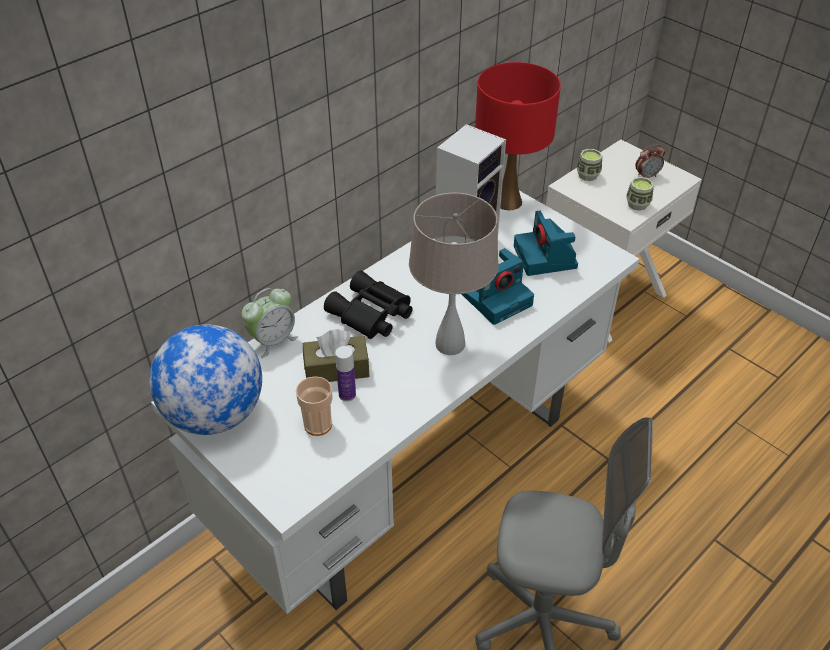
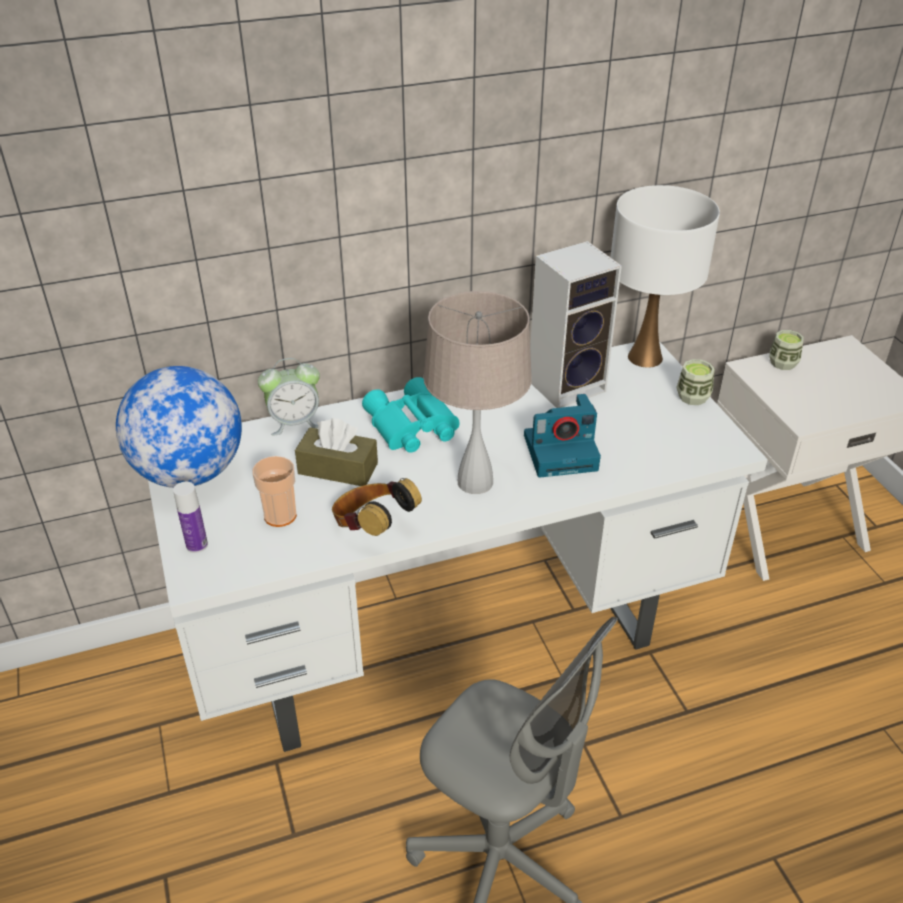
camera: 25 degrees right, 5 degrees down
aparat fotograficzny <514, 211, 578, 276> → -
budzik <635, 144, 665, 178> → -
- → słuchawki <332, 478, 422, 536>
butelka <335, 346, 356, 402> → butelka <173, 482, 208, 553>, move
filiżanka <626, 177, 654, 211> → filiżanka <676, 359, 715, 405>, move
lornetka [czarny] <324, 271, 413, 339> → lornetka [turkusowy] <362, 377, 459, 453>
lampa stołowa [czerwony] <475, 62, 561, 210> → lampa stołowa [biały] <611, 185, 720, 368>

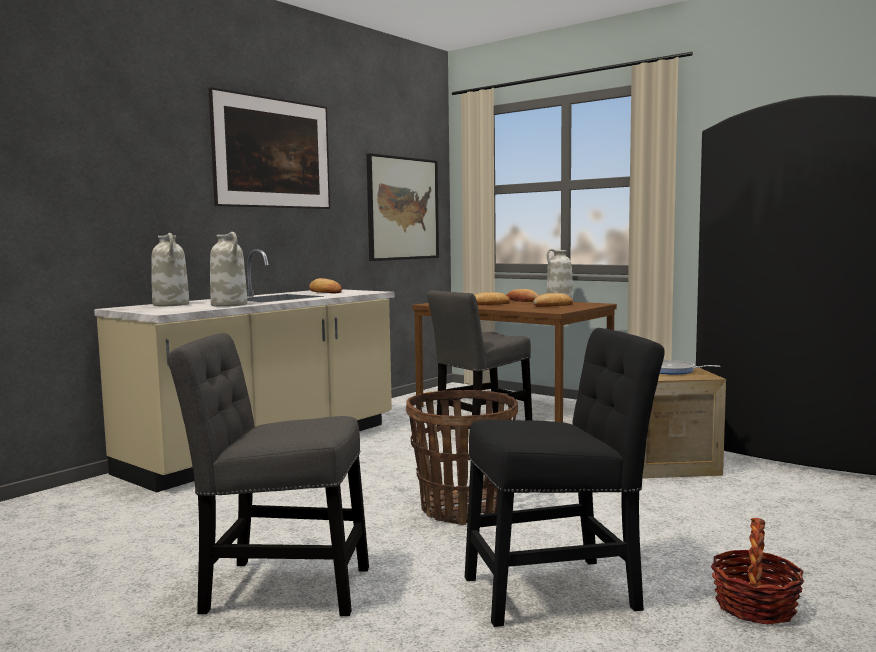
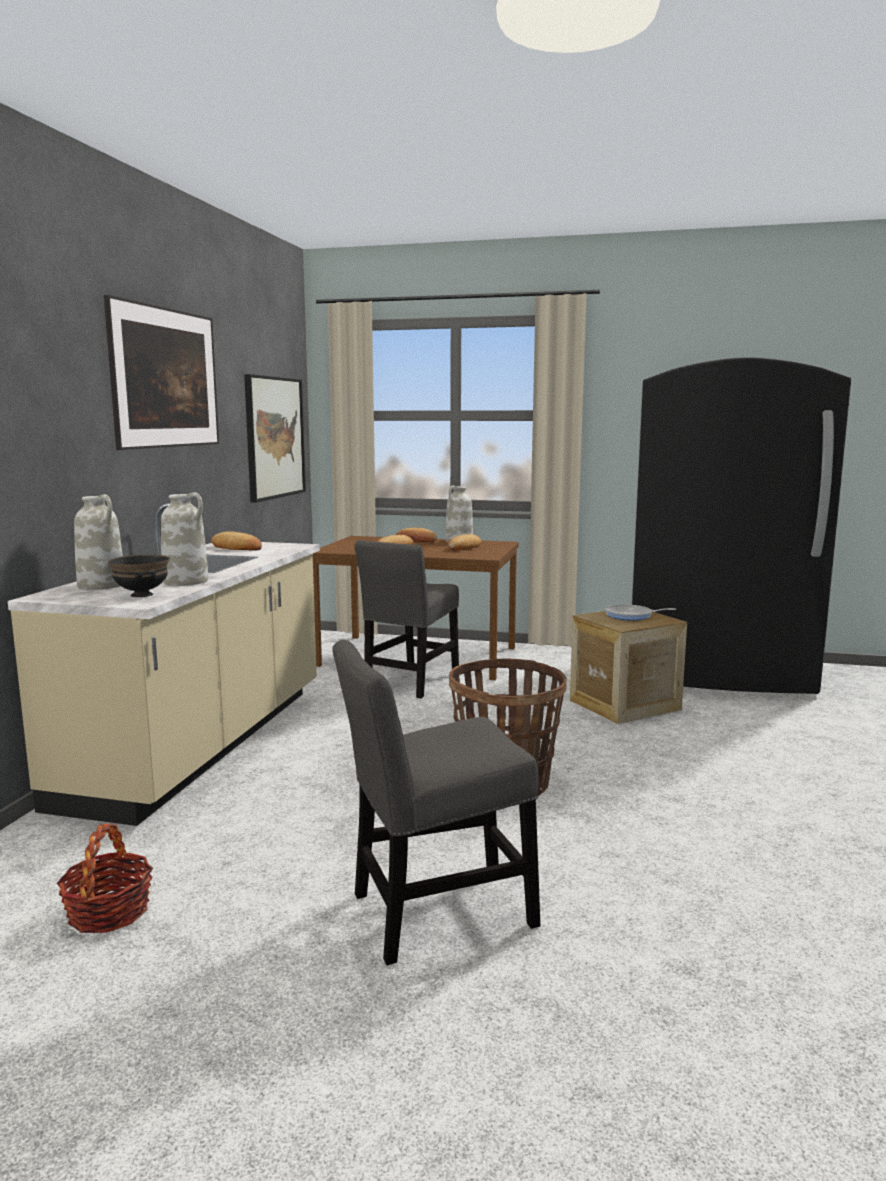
camera: 25 degrees left, 5 degrees up
krzesło [czarny] <465, 328, 665, 627> → -
- → miska [czarny] <108, 555, 170, 597>
koszyk <711, 518, 804, 625> → koszyk <57, 823, 153, 933>, move

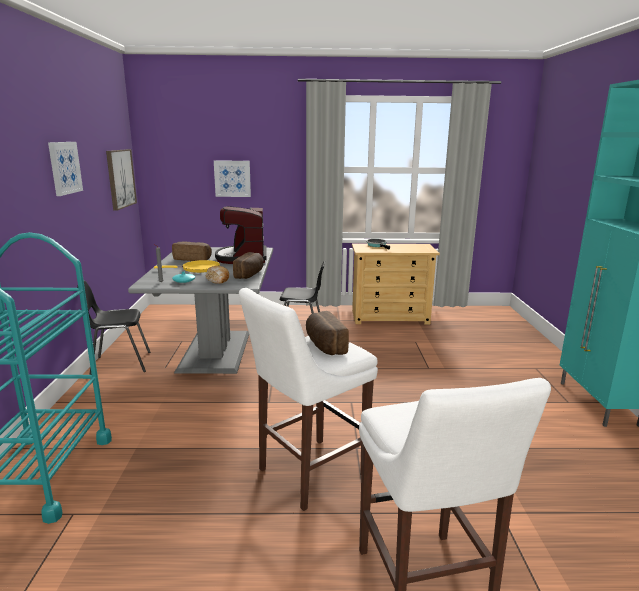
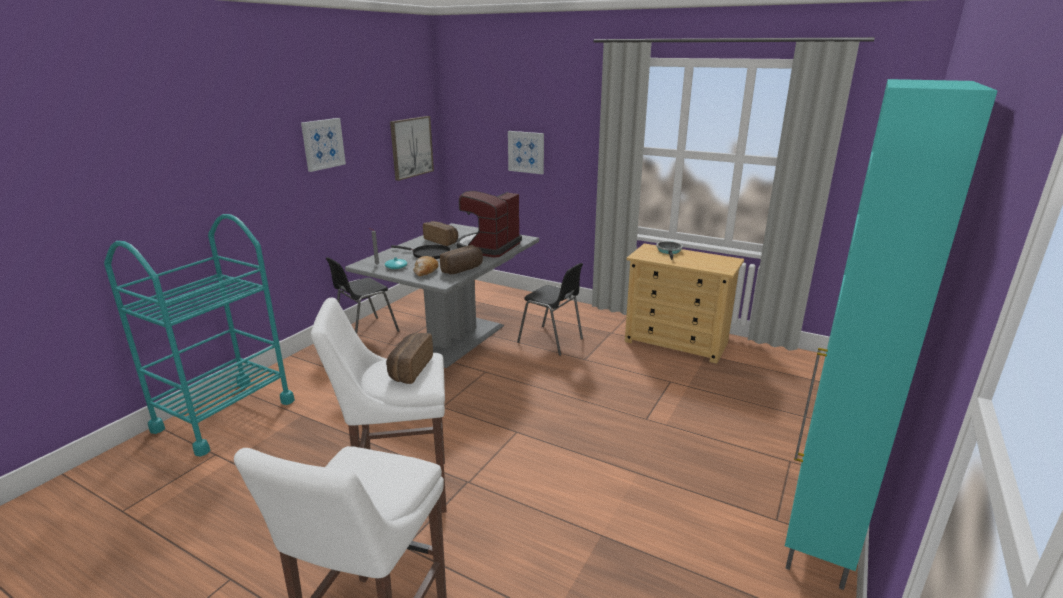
camera: 30 degrees right, 5 degrees up
patelnia [żółty] <154, 260, 220, 273> → patelnia [czarny] <391, 245, 451, 259>
krzesło [czarny] <77, 280, 150, 375> → krzesło [czarny] <326, 257, 399, 333>, 60 degrees counterclockwise

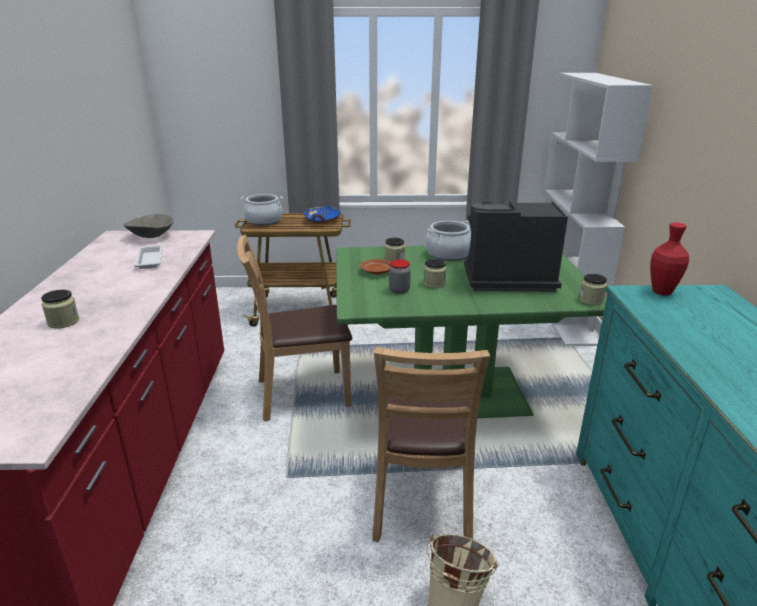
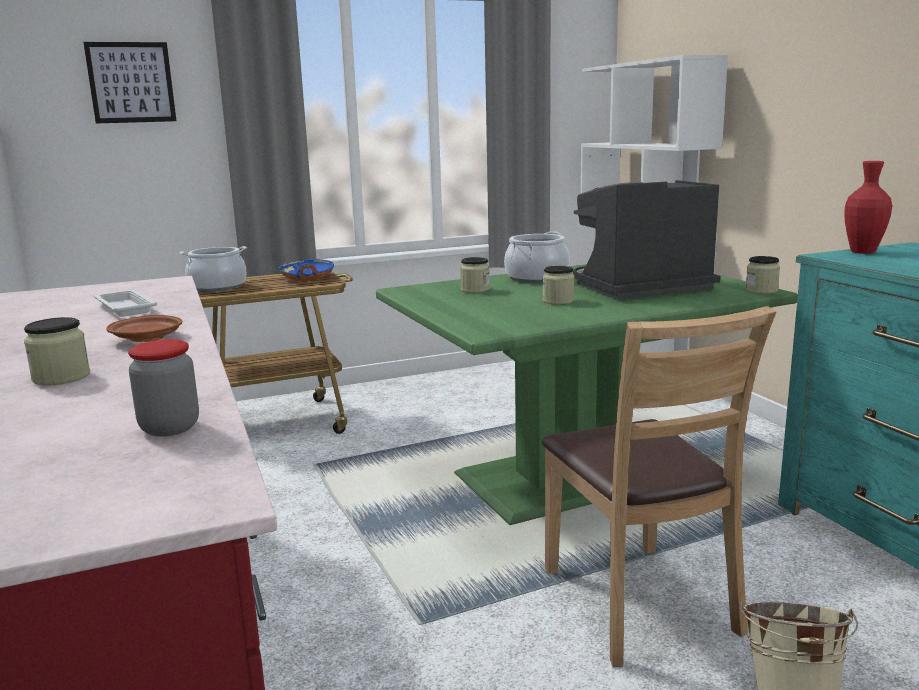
camera: 20 degrees left, 10 degrees down
miska [szary] <123, 214, 174, 238> → -
krzesło [brązowy] <237, 234, 352, 422> → -
- → obraz <83, 42, 176, 123>
talerz [brązowy] <360, 259, 391, 274> → talerz [brązowy] <106, 315, 182, 342>, move
słoik <389, 259, 411, 294> → słoik <128, 339, 199, 437>, move

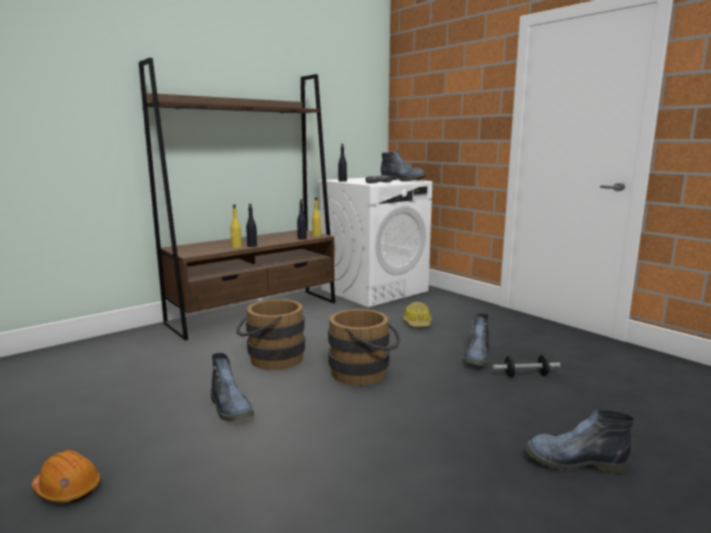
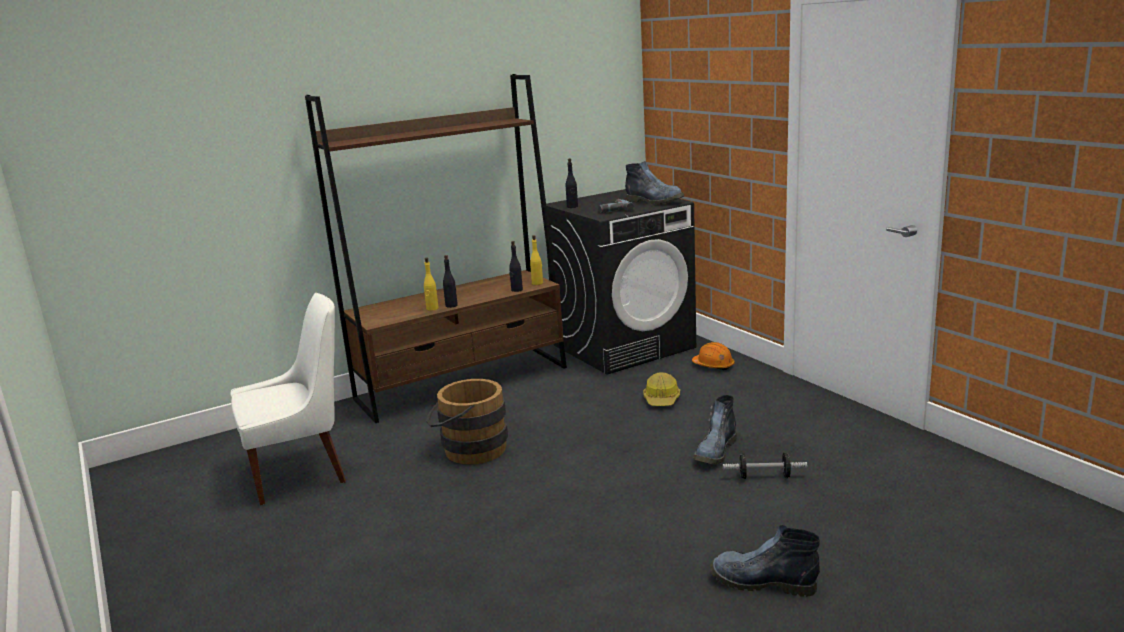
camera: 10 degrees right, 5 degrees up
but z cholewką <211, 353, 254, 421> → -
wiadro [brązowy] <328, 309, 401, 386> → -
- → krzesło [biały] <230, 293, 346, 505>
kask [pomarańczowy] <32, 450, 101, 502> → kask [pomarańczowy] <692, 342, 735, 370>, move
pralka [biały] <318, 178, 432, 307> → pralka [czarny] <546, 189, 696, 375>

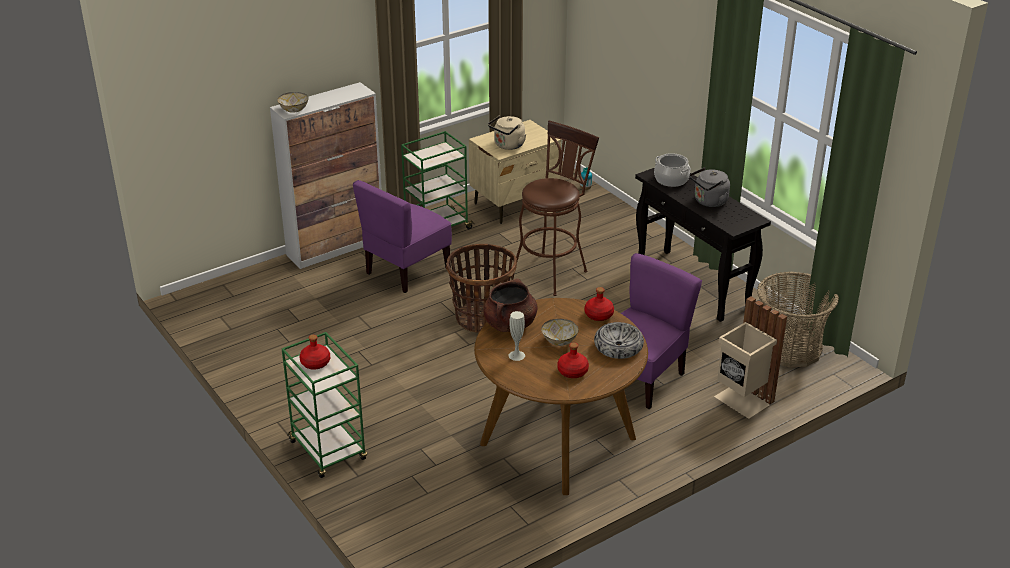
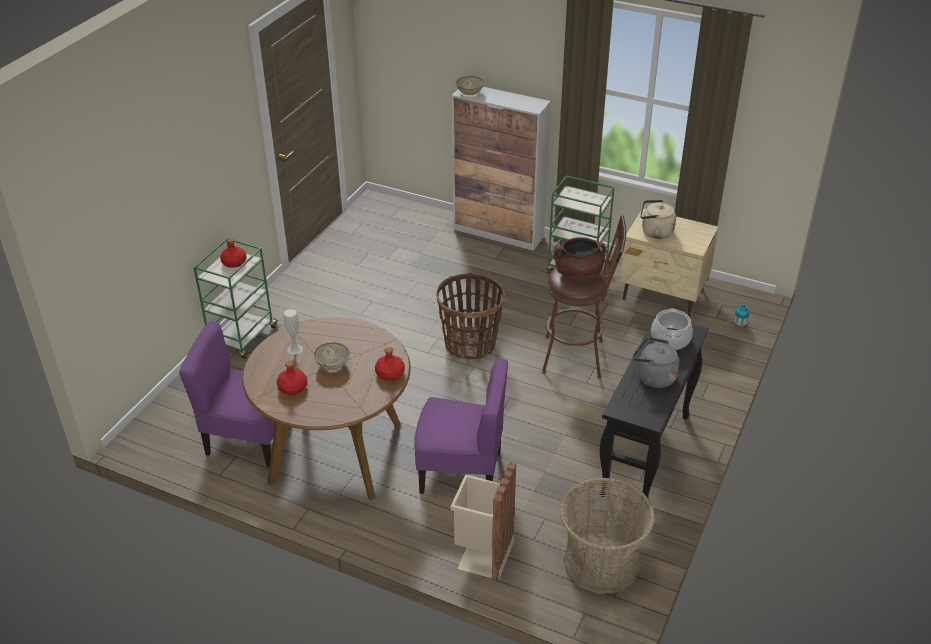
camera: 60 degrees right, 5 degrees up
miska <594, 322, 644, 359> → -
krzesło [fioletowy] <353, 180, 452, 293> → krzesło [fioletowy] <179, 321, 274, 467>, move
garnek [brązowy] <484, 278, 538, 332> → garnek [brązowy] <554, 237, 606, 281>, move

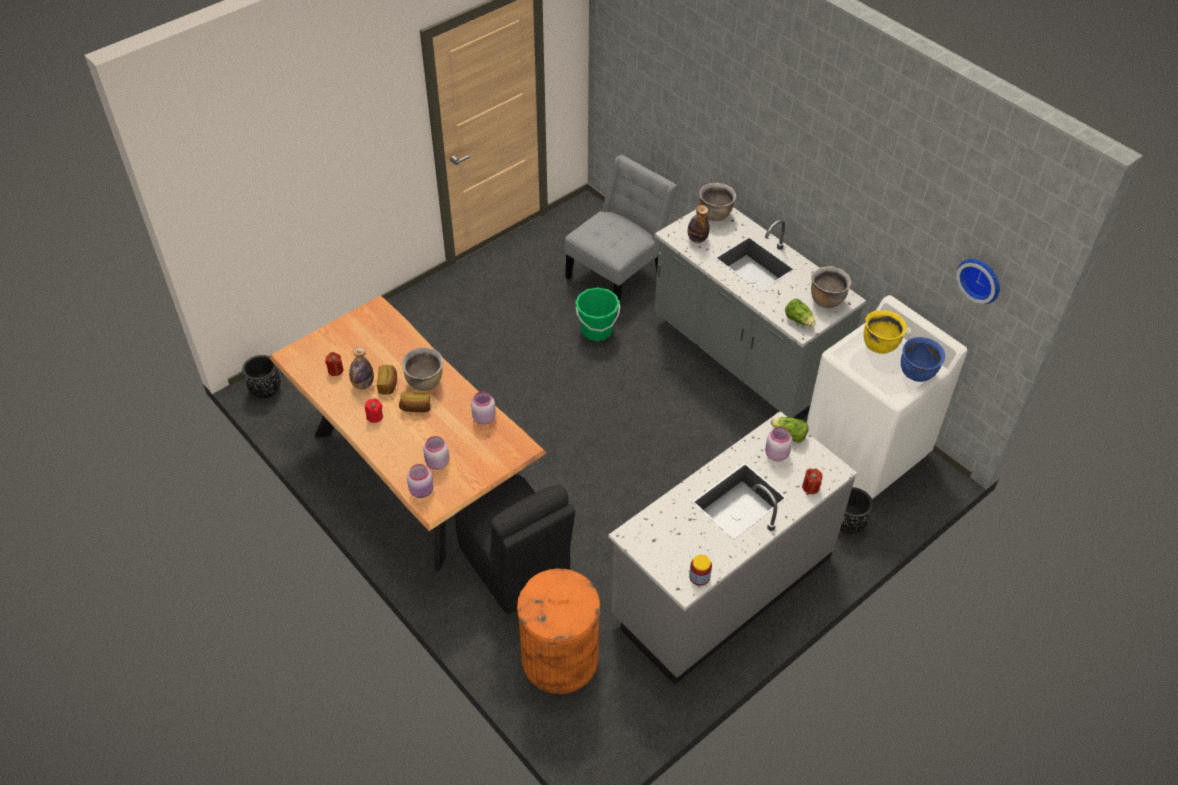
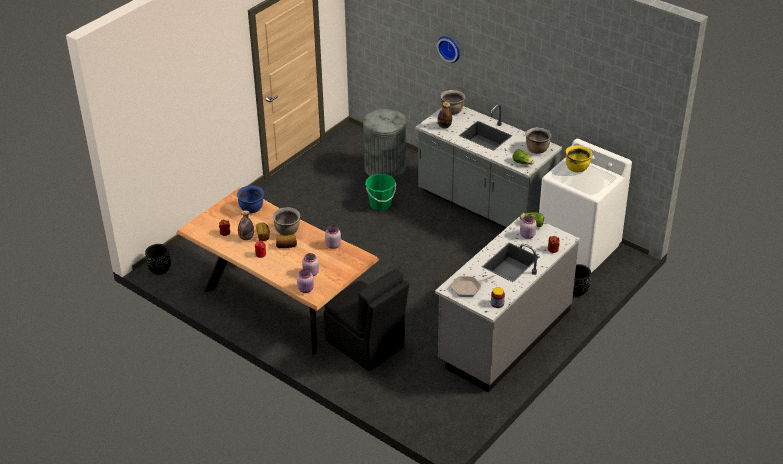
camera: 10 degrees left, 10 degrees down
kosz na śmieci [pomarańczowy] <517, 569, 600, 694> → -
- → patelnia <451, 275, 494, 297>
garnek [niebieski] <901, 337, 945, 382> → garnek [niebieski] <237, 186, 264, 213>, move
zegar ścienny <956, 259, 1000, 304> → zegar ścienny <437, 36, 460, 63>, move
krzesło [szary] <564, 155, 677, 302> → kosz na śmieci [szary] <363, 109, 406, 179>

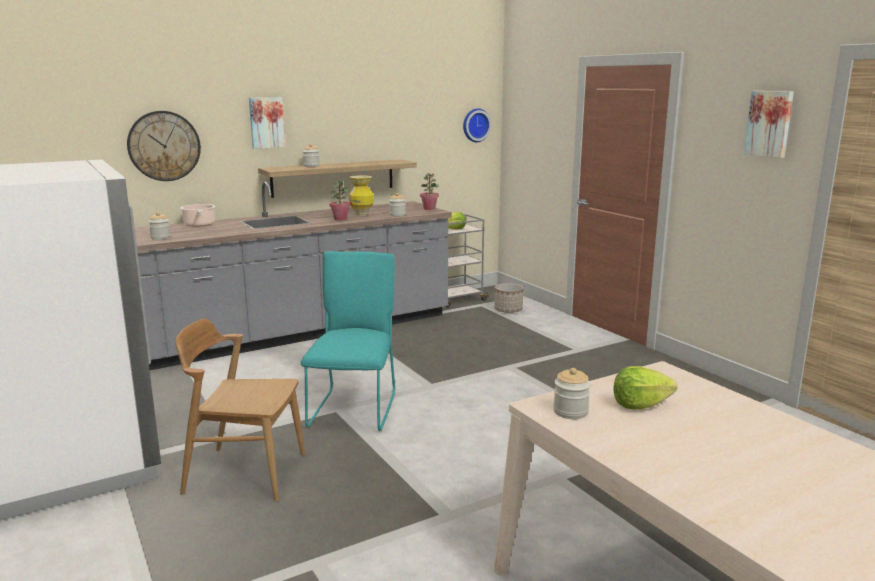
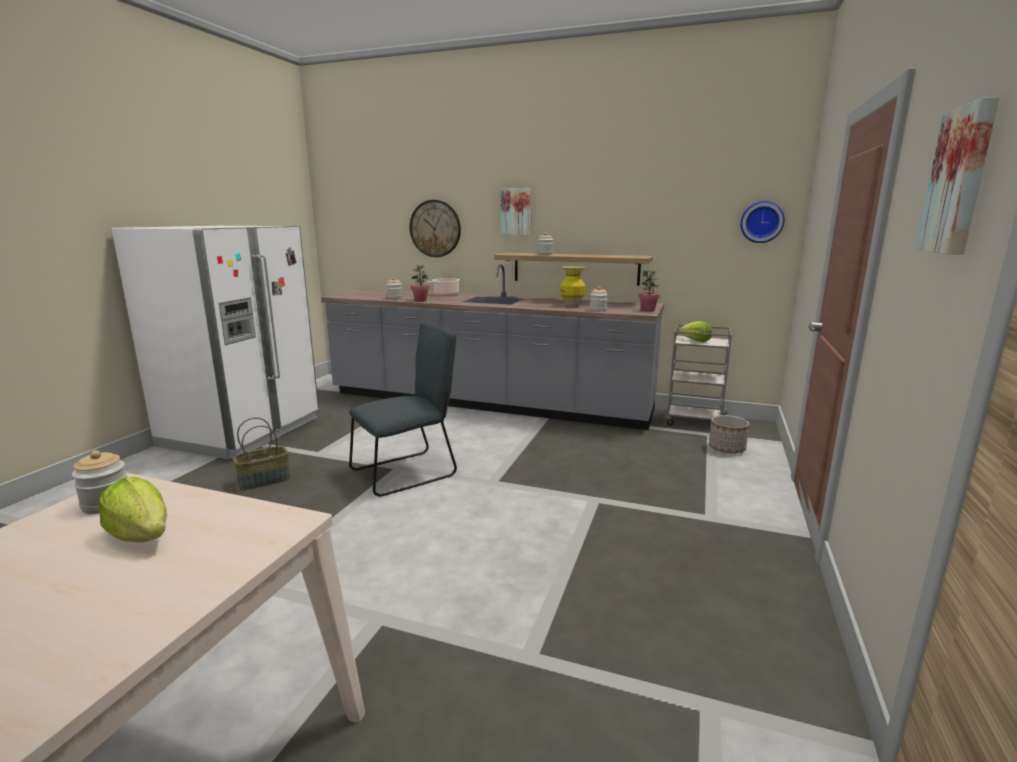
camera: 50 degrees right, 0 degrees up
roślina doniczkowa <329, 180, 350, 220> → roślina doniczkowa <411, 265, 430, 302>, move
krzesło [brązowy] <175, 318, 305, 502> → koszyk <233, 417, 290, 490>
krzesło [turkusowy] <301, 251, 395, 431> → krzesło [szary] <349, 322, 457, 497>

